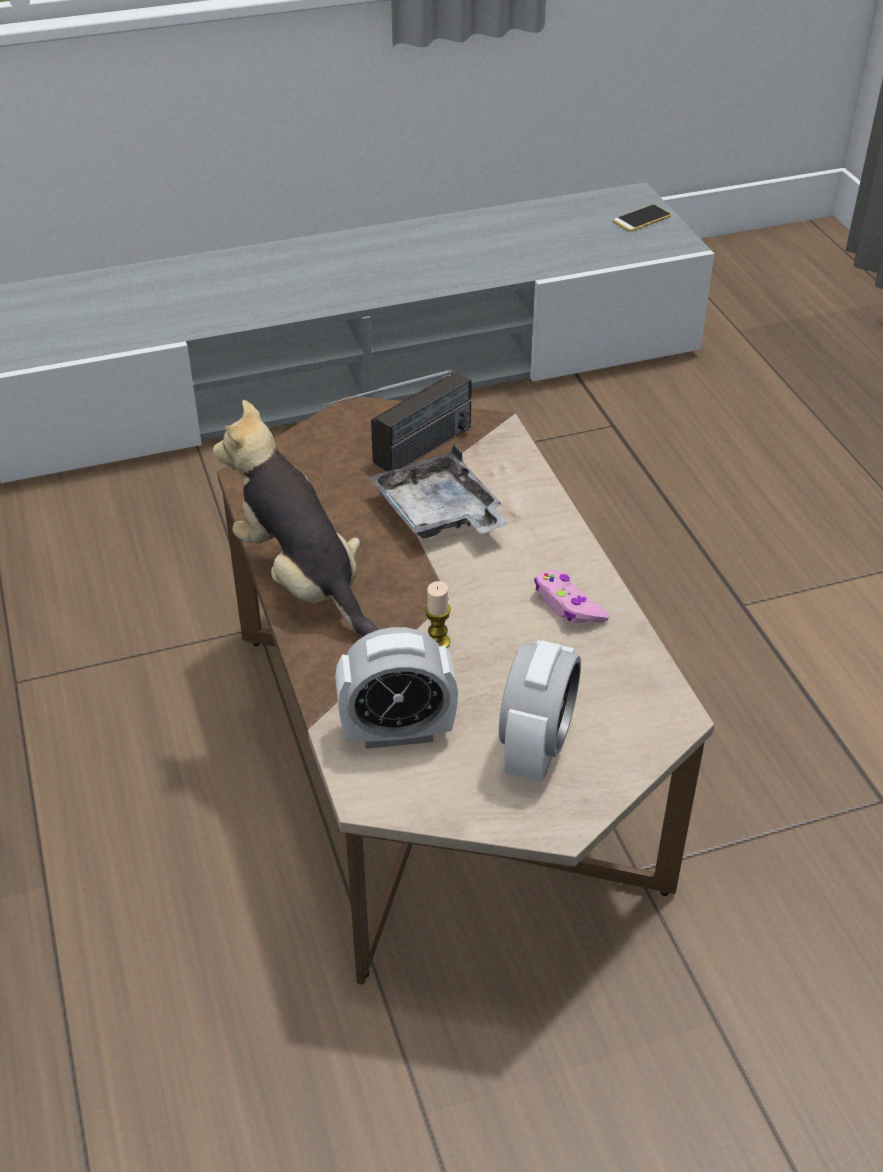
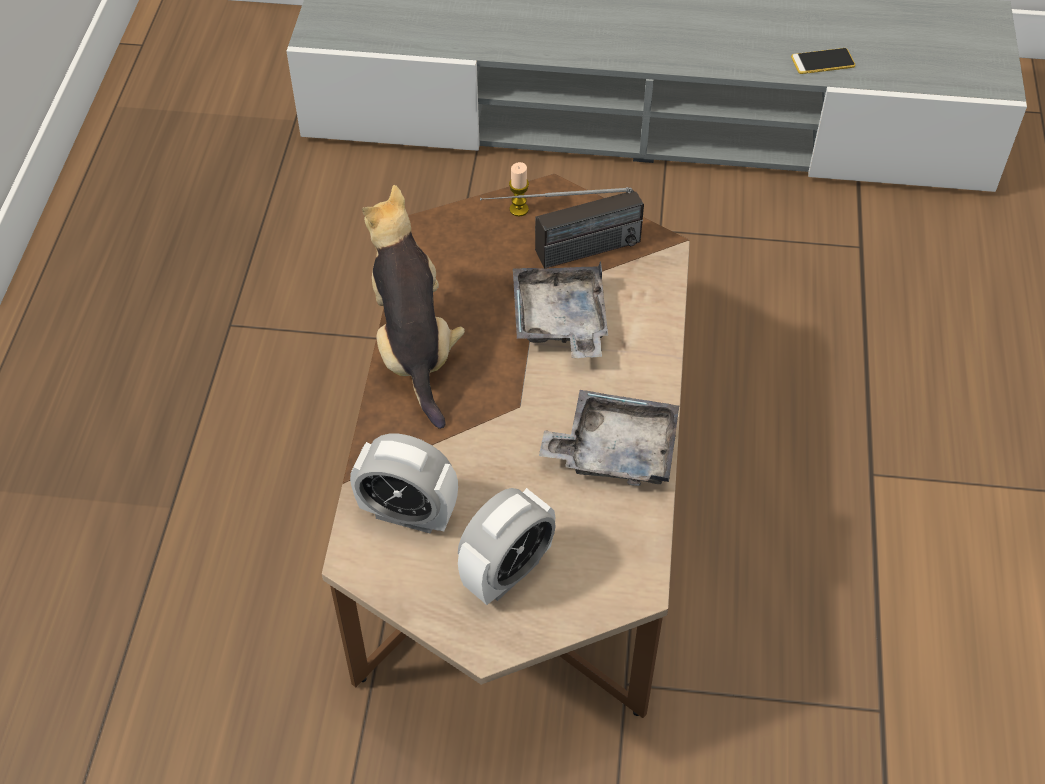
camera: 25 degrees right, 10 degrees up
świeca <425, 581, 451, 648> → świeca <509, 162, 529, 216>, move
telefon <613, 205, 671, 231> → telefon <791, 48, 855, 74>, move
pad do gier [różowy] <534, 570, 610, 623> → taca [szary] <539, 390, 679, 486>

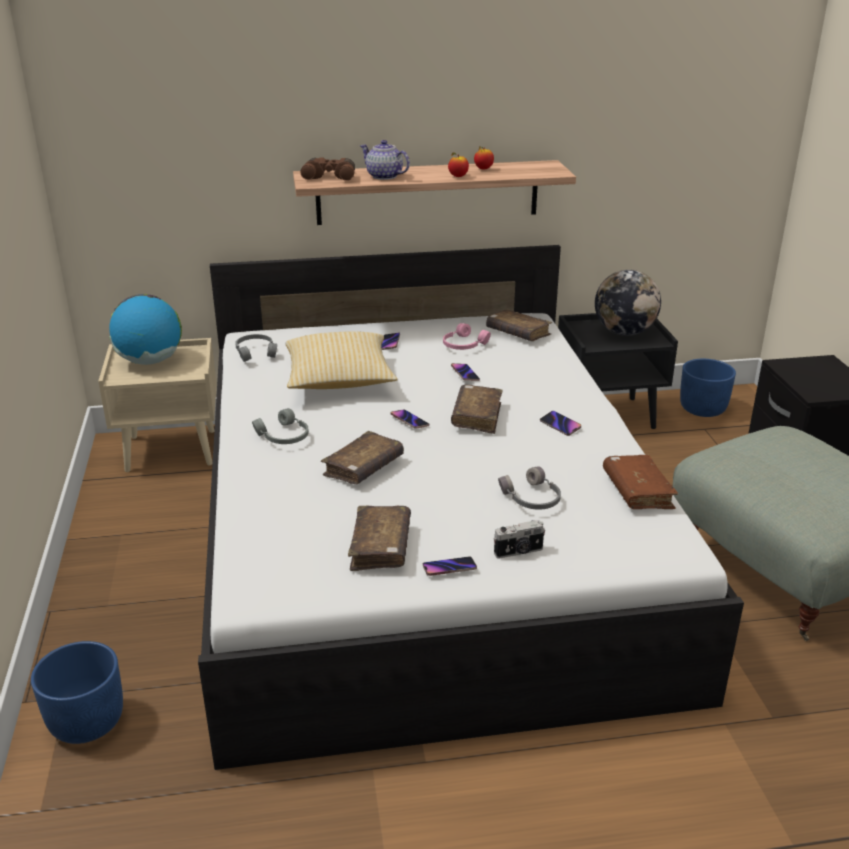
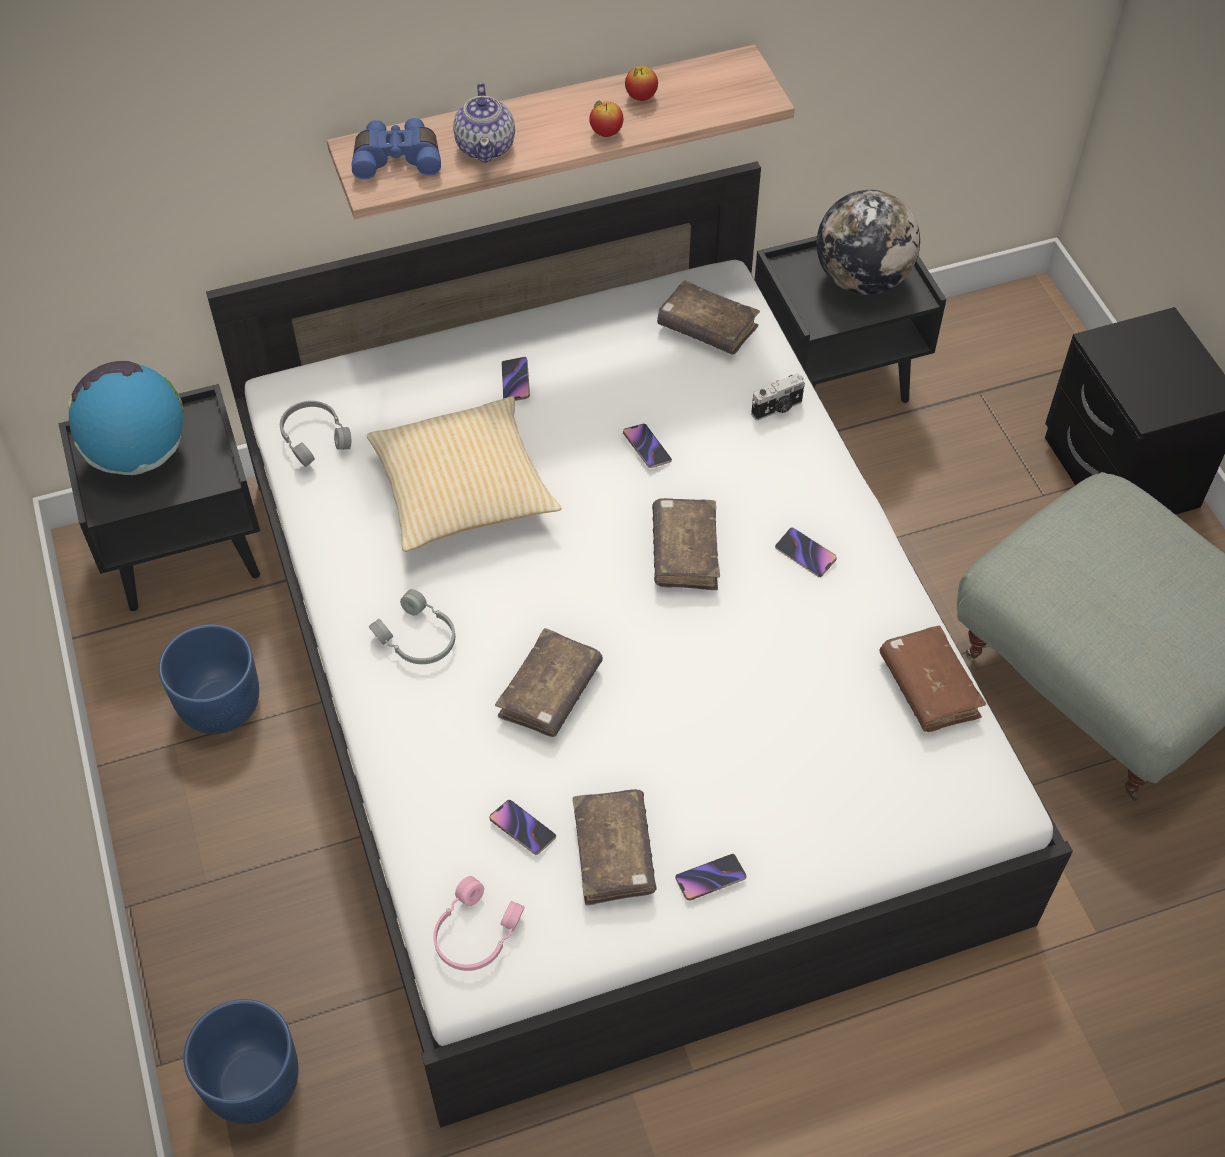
camera: 10 degrees left, 25 degrees up
słuchawki [szary] <498, 466, 561, 510> → -
telefon <390, 410, 429, 429> → telefon <490, 800, 556, 855>, move
słuchawki [różowy] <443, 323, 491, 350> → słuchawki [różowy] <434, 876, 525, 971>, move
aparat fotograficzny <494, 520, 545, 559> → aparat fotograficzny <751, 373, 805, 420>, move
donica [niebieski] <680, 359, 736, 417> → donica [niebieski] <158, 624, 259, 734>, move
szafka nocna [beżowy] <98, 338, 217, 472> → szafka nocna [czarny] <58, 384, 260, 611>
lornetka [brązowy] <300, 157, 355, 181> → lornetka [niebieski] <352, 118, 441, 179>
imbryk <360, 140, 410, 180> → imbryk <453, 83, 515, 163>, 120 degrees counterclockwise

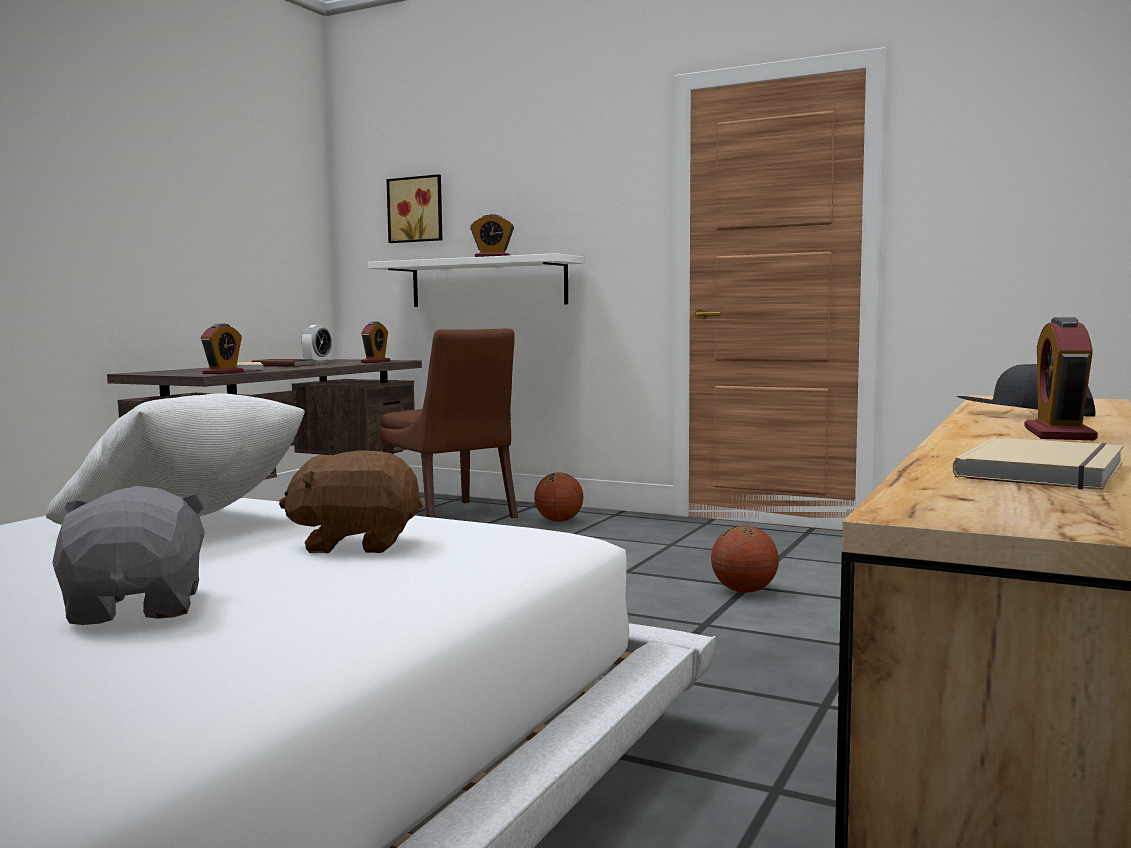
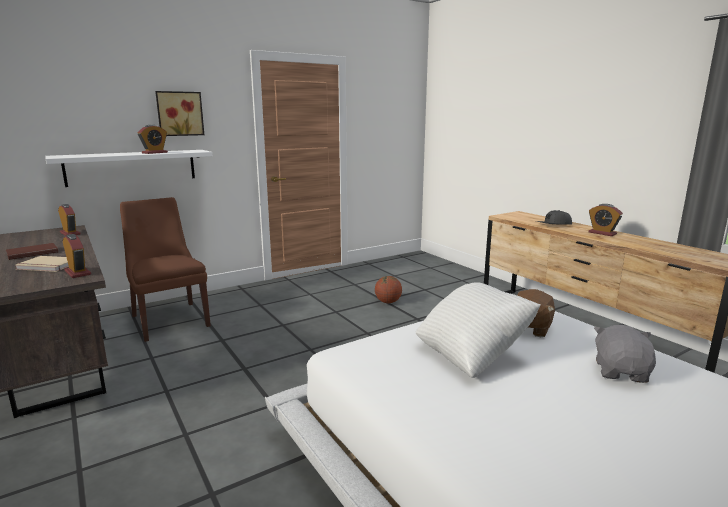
camera: 60 degrees left, 10 degrees up
budzik <301, 325, 332, 364> → -
piłka do koszykówki <534, 472, 583, 522> → -
książka [beżowy] <953, 438, 1124, 490> → -
obraz <387, 174, 442, 243> → obraz <155, 91, 204, 136>, move
pluszak [szary] <52, 486, 210, 625> → pluszak [szary] <594, 325, 656, 383>, 90 degrees clockwise
krzesło [brązowy] <380, 328, 518, 518> → krzesło [brązowy] <120, 197, 211, 342>, 120 degrees counterclockwise

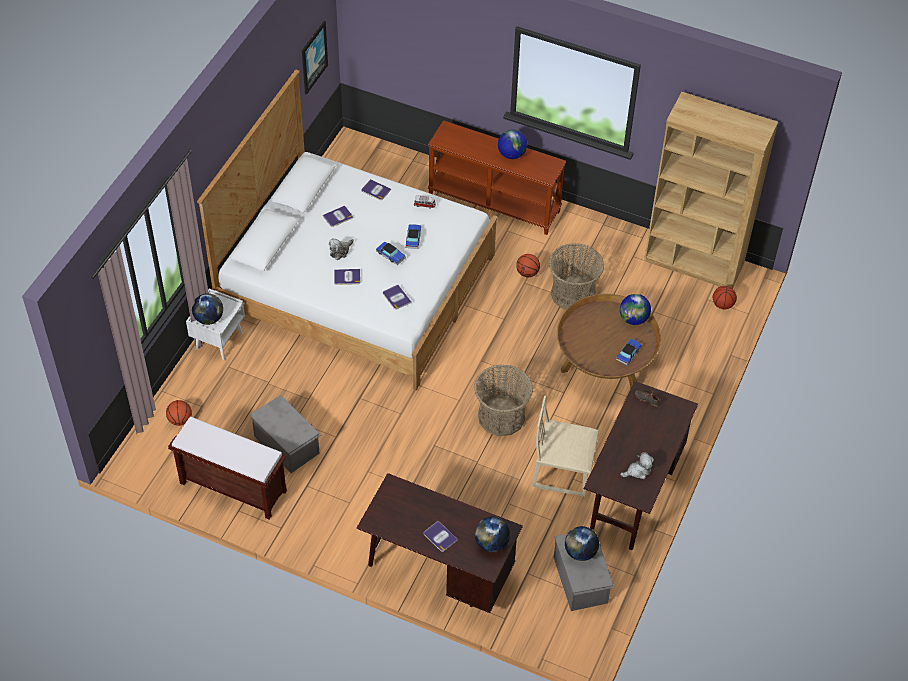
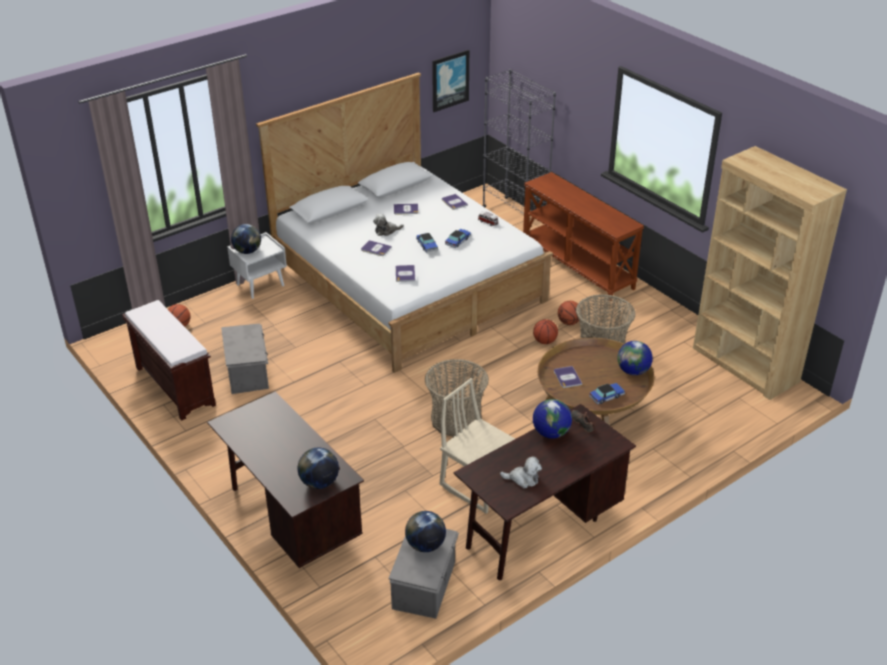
camera: 30 degrees right, 15 degrees down
- → regał [szary] <482, 69, 556, 214>
książka <424, 521, 458, 552> → książka <554, 366, 582, 388>, move
globus <498, 129, 527, 159> → globus <533, 399, 572, 439>, move
piłka do koszykówki <713, 286, 737, 309> → piłka do koszykówki <533, 319, 558, 344>, move

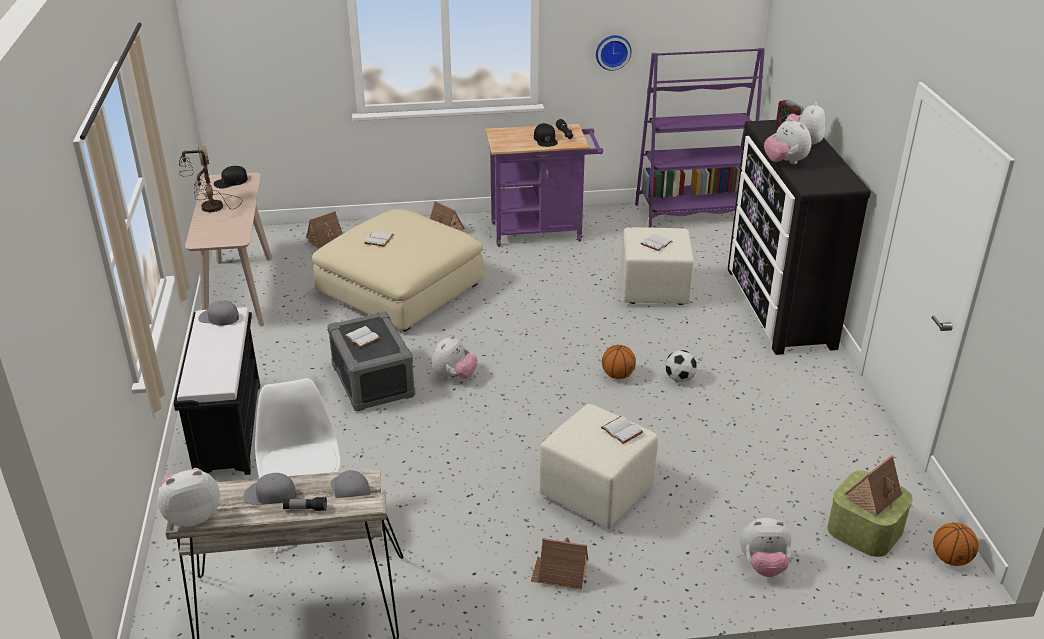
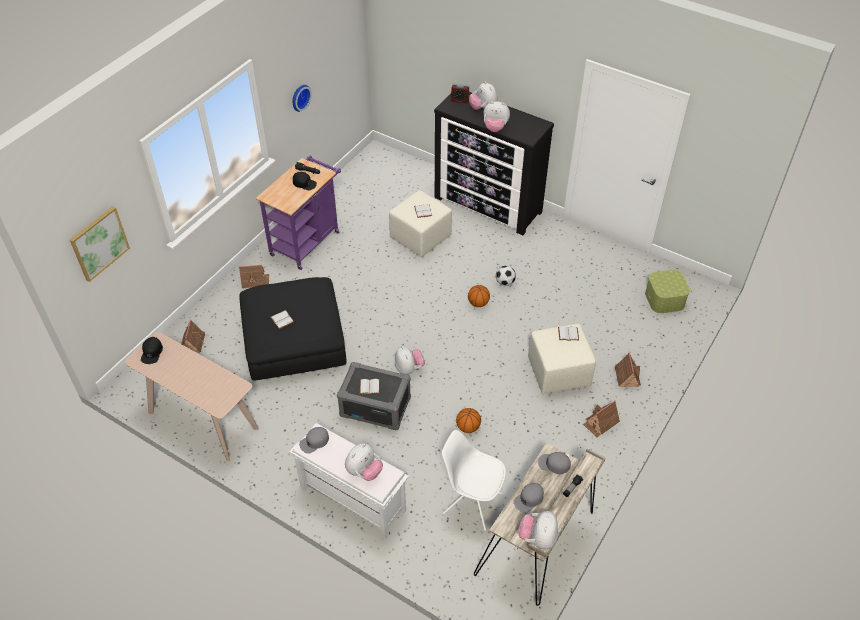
camera: 50 degrees left, 15 degrees up
lampa stołowa <179, 146, 242, 212> → -
regał [fioletowy] <635, 48, 765, 228> → -
- → obraz <70, 206, 130, 282>
pluszak <740, 518, 791, 577> → pluszak <345, 443, 383, 481>, move
domek <845, 455, 903, 516> → domek <615, 353, 641, 387>, move
piłka do koszykówki <933, 522, 979, 566> → piłka do koszykówki <456, 408, 481, 433>, move
ławka [czarny] <174, 307, 260, 475> → ławka [biały] <289, 423, 409, 539>
pufa [beżowy] <312, 209, 484, 332> → pufa [czarny] <239, 277, 347, 380>

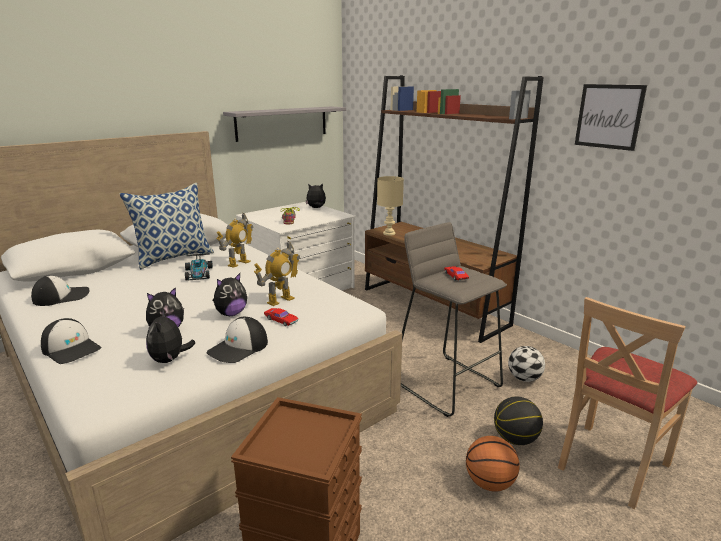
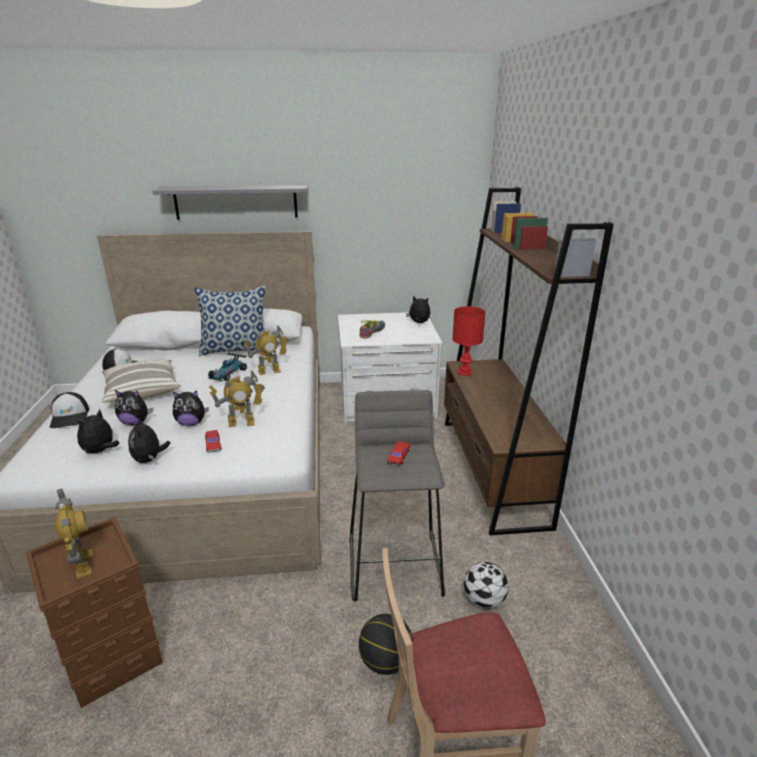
camera: 35 degrees right, 5 degrees up
piłka do koszykówki <466, 436, 520, 492> → -
obraz <575, 84, 647, 151> → -
- → robot zabawkowy <55, 489, 93, 579>
- → poduszka <102, 359, 181, 402>
półka [szary] <223, 106, 346, 142> → półka [szary] <152, 185, 308, 220>, move
czapka z daszkiem <207, 317, 268, 363> → pluszak <128, 417, 170, 463>
lampa stołowa [beżowy] <377, 176, 404, 236> → lampa stołowa [czerwony] <452, 306, 486, 376>

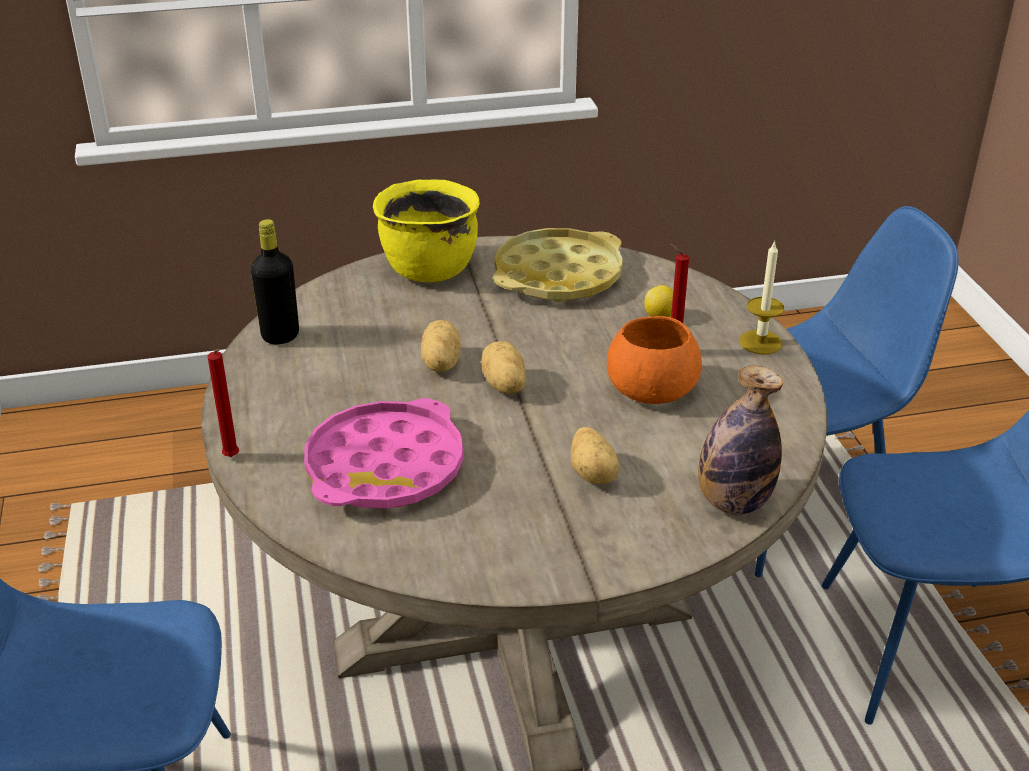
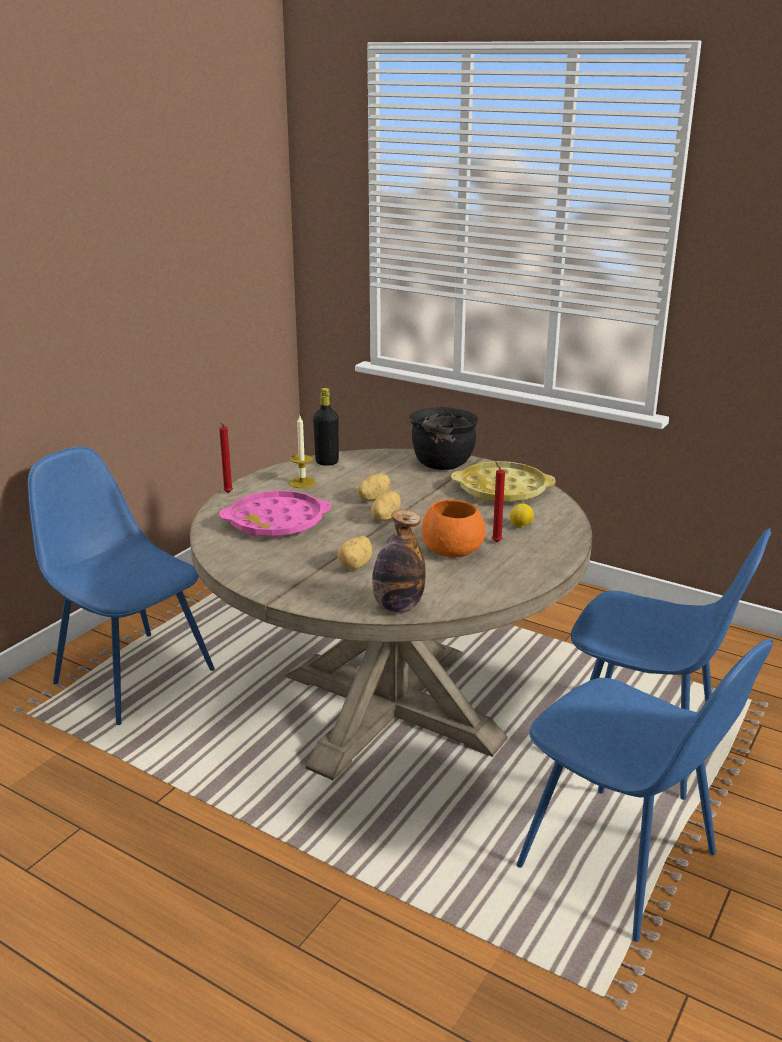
camera: 45 degrees right, 10 degrees down
świeca <739, 240, 784, 355> → świeca <289, 416, 316, 488>, move
garnek [żółty] <373, 179, 480, 282> → garnek [czarny] <409, 407, 478, 470>

